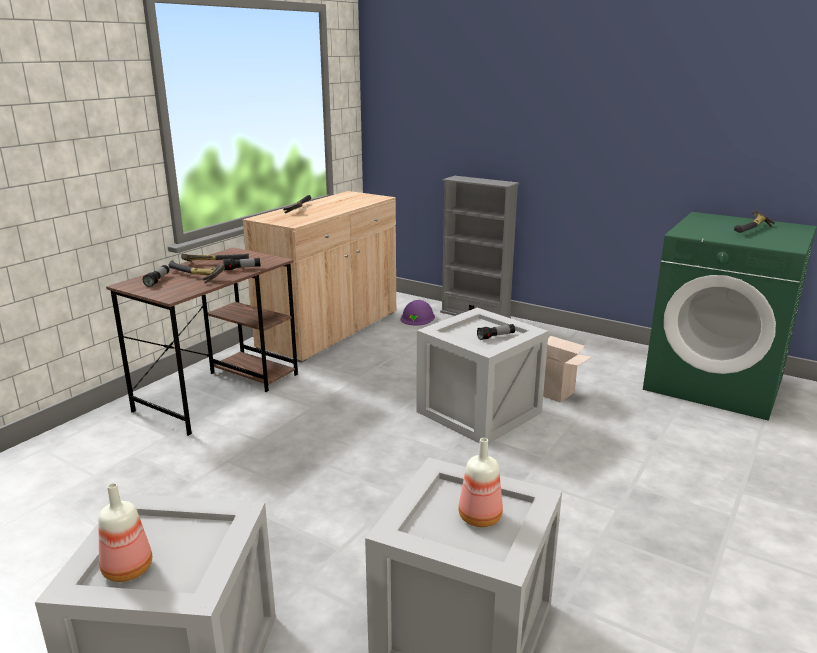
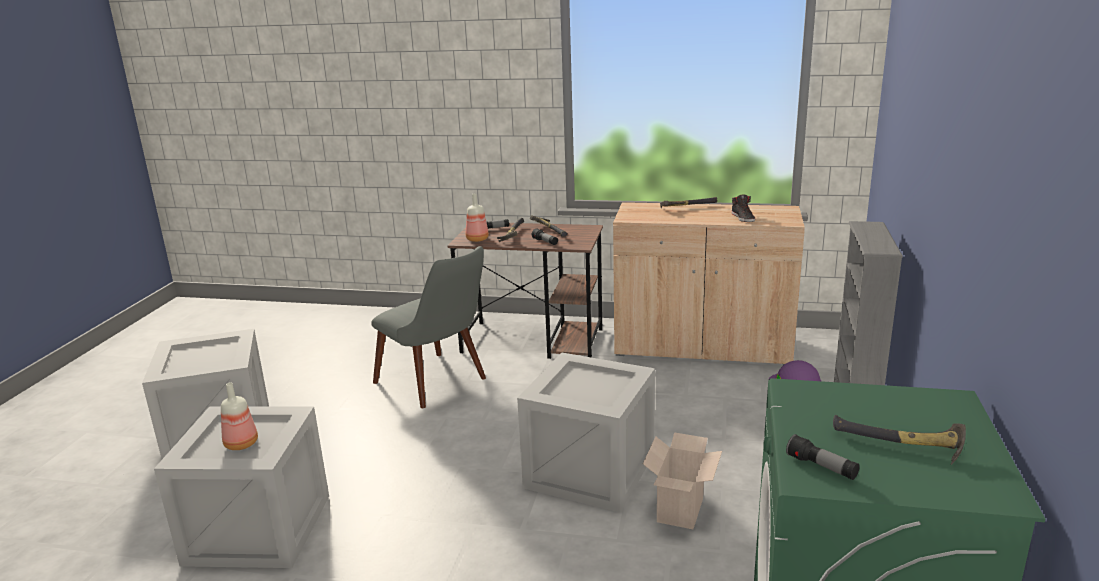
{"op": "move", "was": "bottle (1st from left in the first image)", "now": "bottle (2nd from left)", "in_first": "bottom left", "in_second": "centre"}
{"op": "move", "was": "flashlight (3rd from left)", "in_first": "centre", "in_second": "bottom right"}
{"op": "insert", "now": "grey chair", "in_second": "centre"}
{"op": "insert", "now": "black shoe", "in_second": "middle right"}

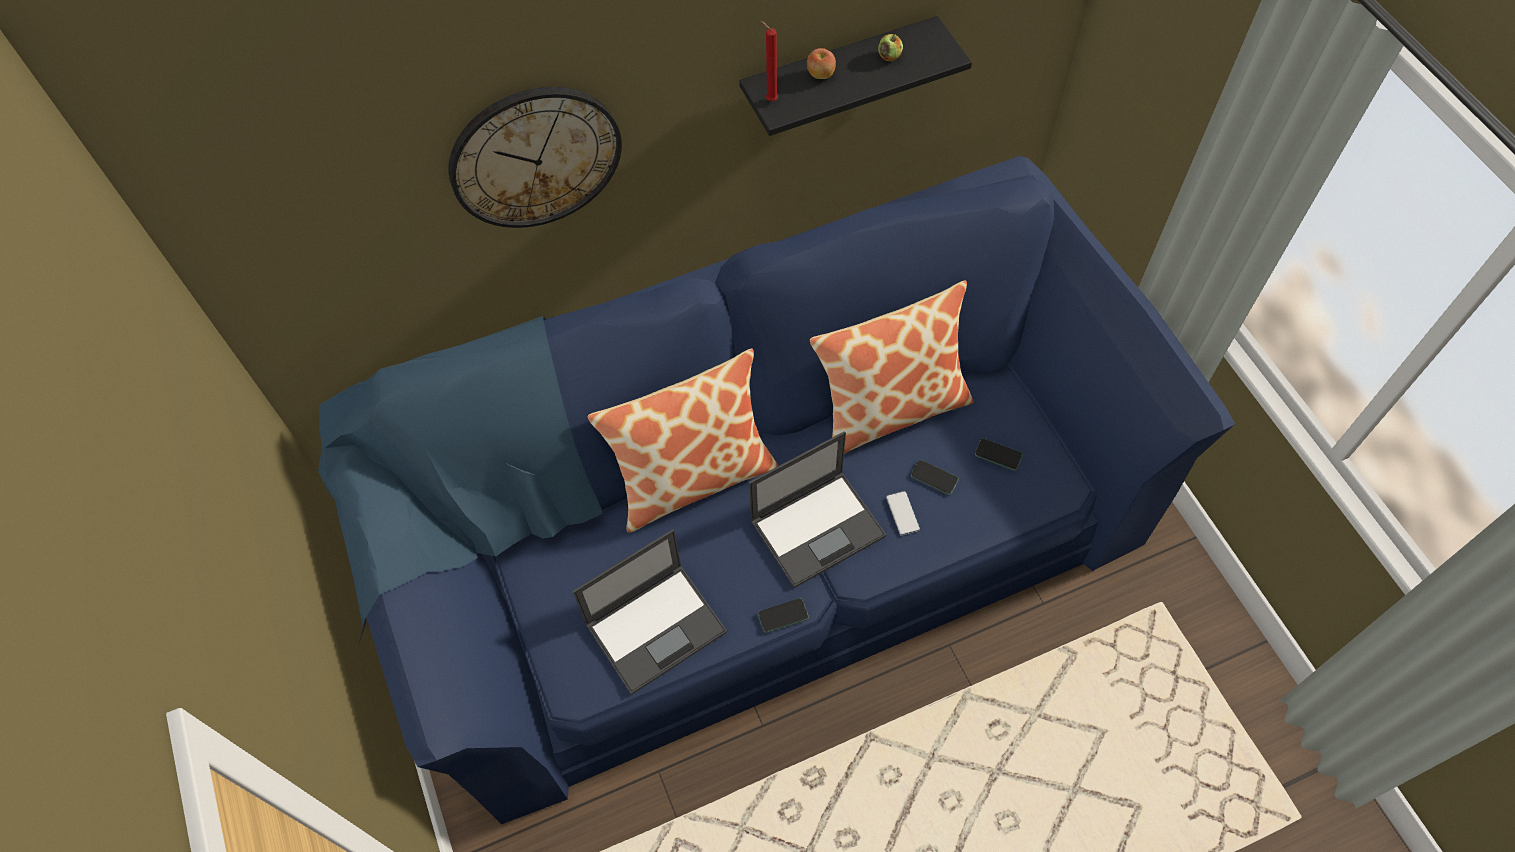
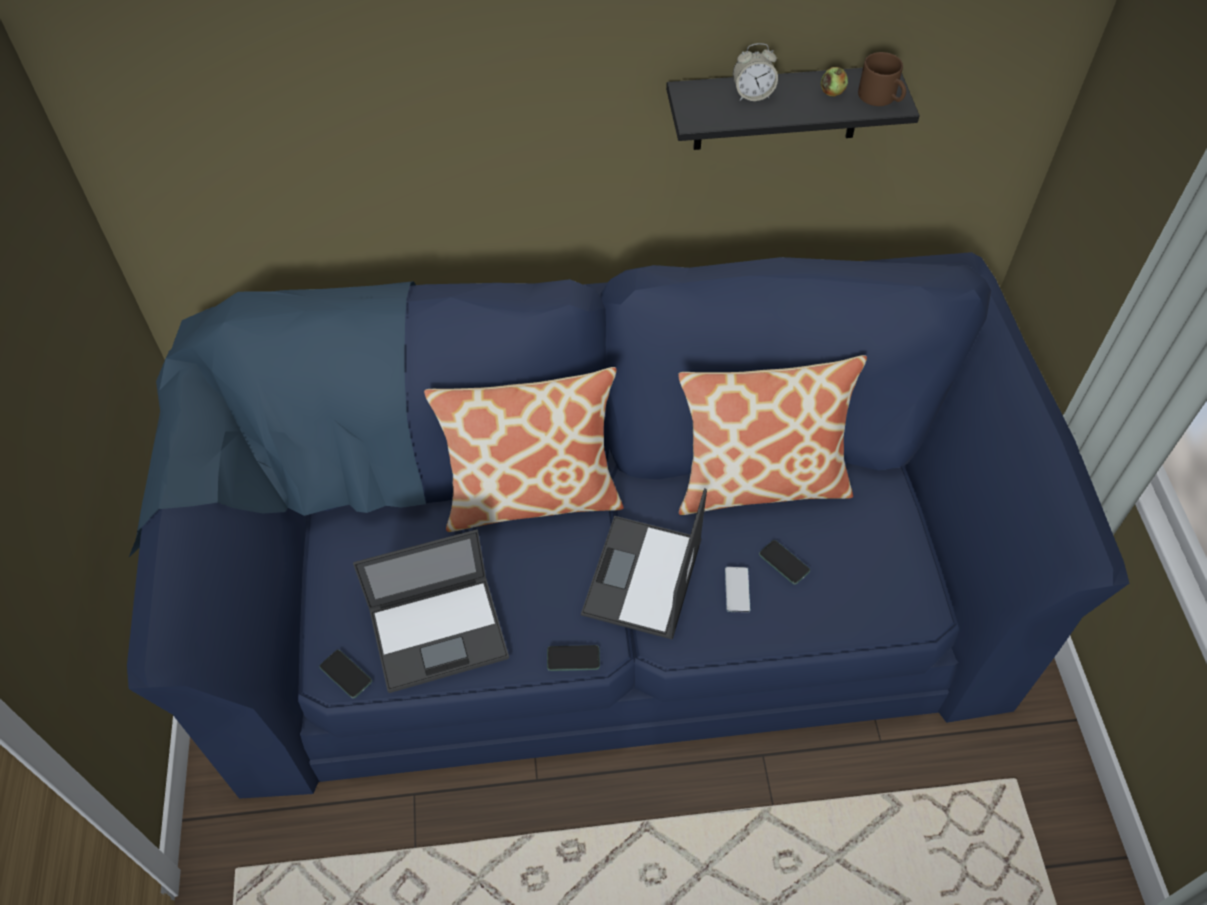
{"op": "delete", "was": "wall clock", "in_first": "top centre"}
{"op": "rotate", "was": "laptop (2nd from left)", "in_first": "centre", "in_second": "centre", "clockwise": 120}
{"op": "delete", "was": "red candle", "in_first": "top centre"}
{"op": "replace", "was": "apple (1st from left)", "now": "alarm clock", "in_first": "top centre", "in_second": "top centre"}
{"op": "move", "was": "phone (4th from left in the first image)", "now": "phone (1st from left)", "in_first": "centre", "in_second": "bottom left"}
{"op": "insert", "now": "brown mug", "in_second": "top right"}

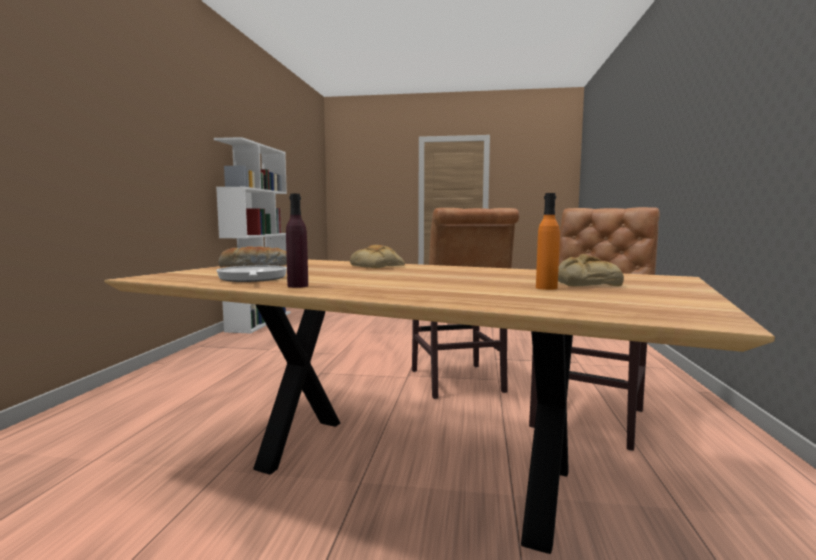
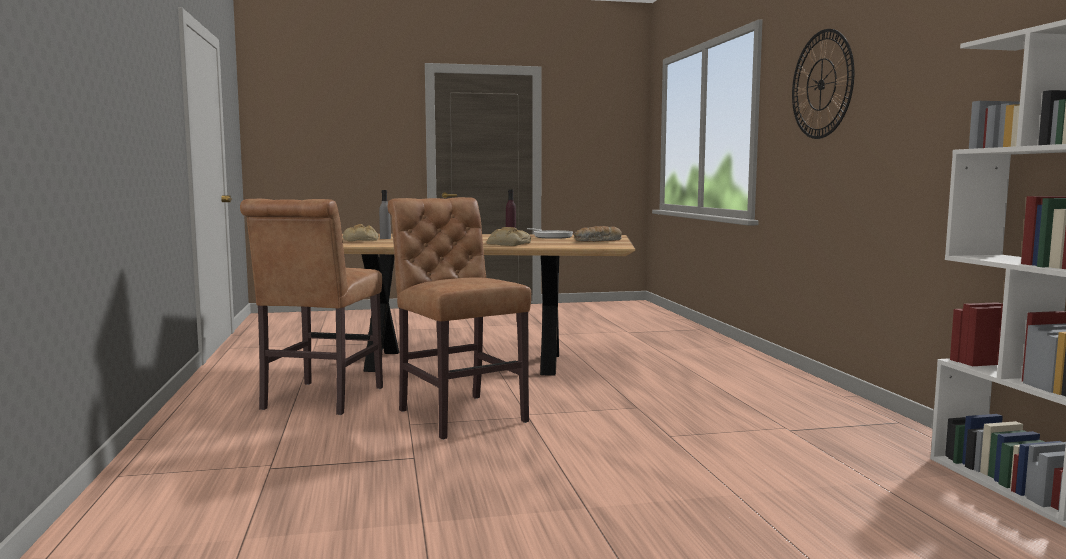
{"op": "recolor", "was": "orange bottle", "now": "grey bottle", "in_first": "middle right", "in_second": "centre"}
{"op": "insert", "now": "wall clock", "in_second": "top right"}

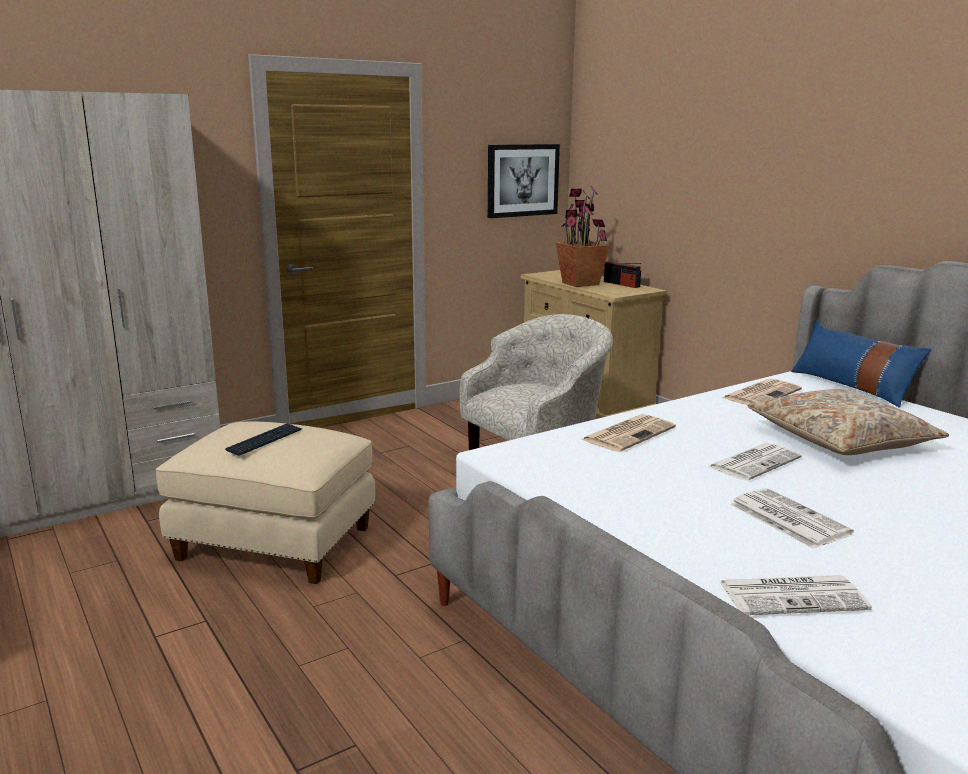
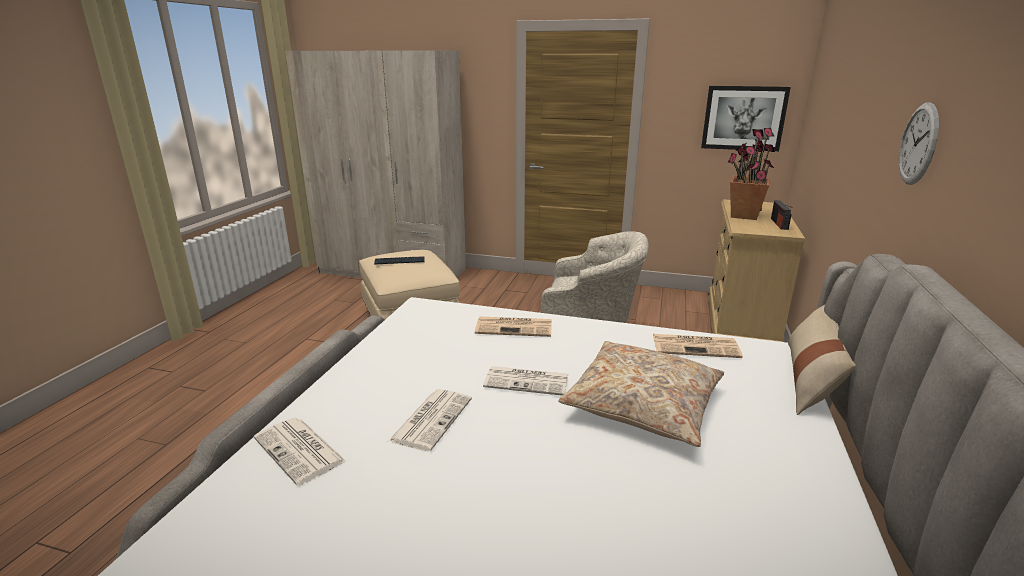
{"op": "recolor", "was": "blue pillow", "now": "beige pillow (2nd from left)", "in_first": "middle right", "in_second": "middle right"}
{"op": "insert", "now": "wall clock", "in_second": "top right"}

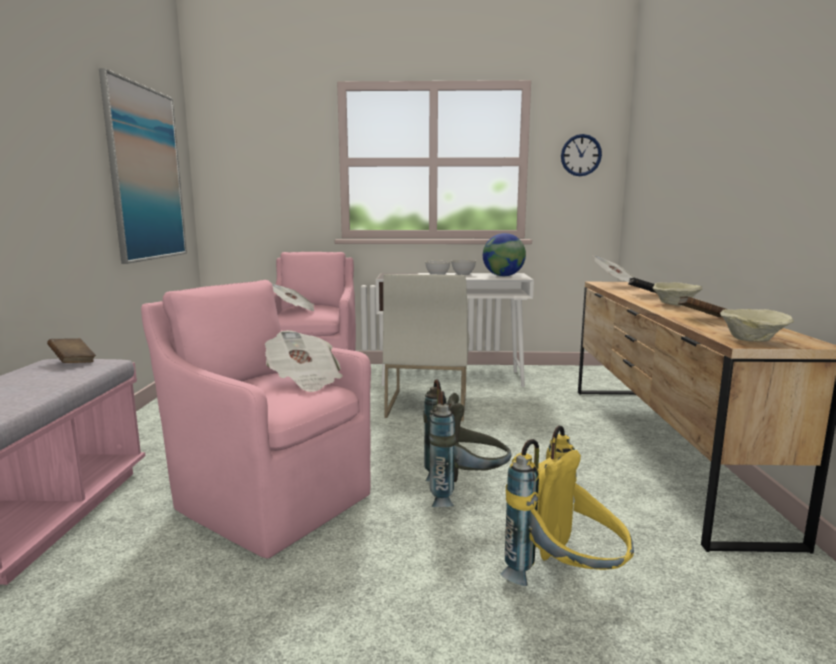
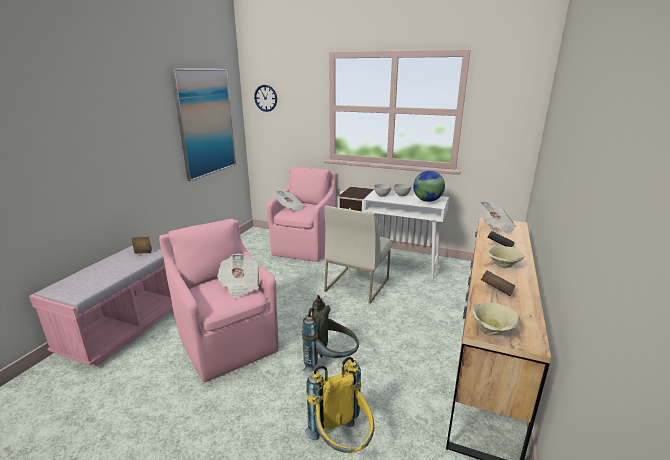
{"op": "move", "was": "wall clock", "in_first": "top right", "in_second": "top centre"}

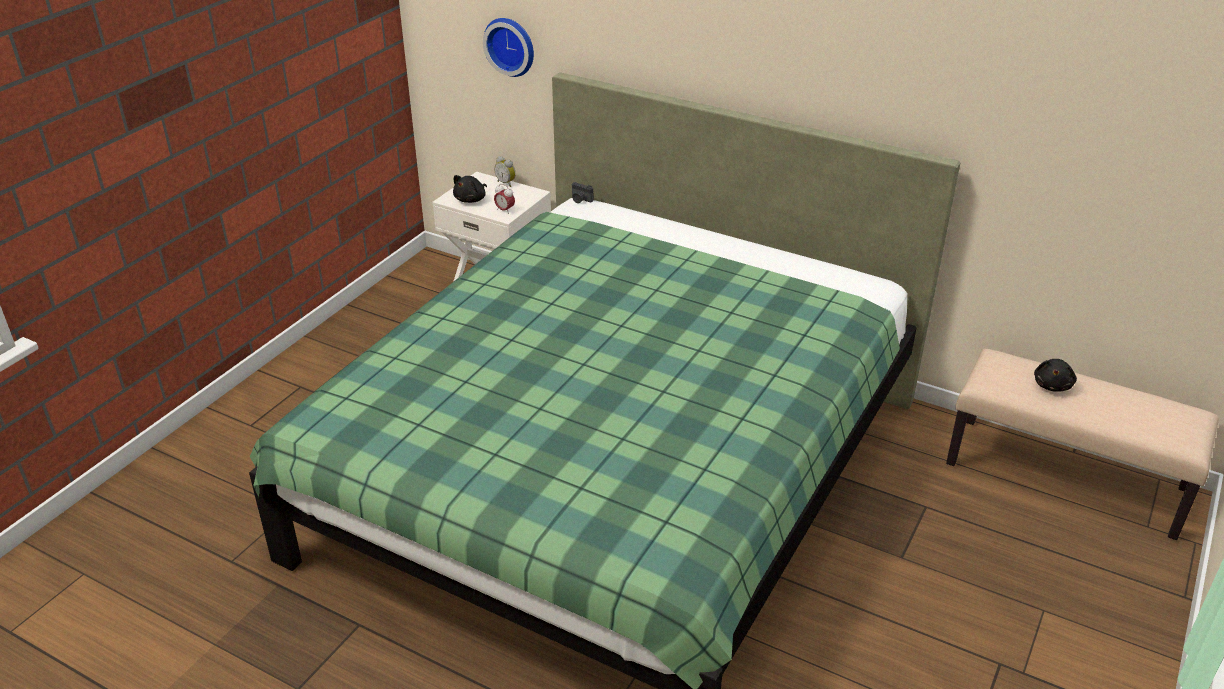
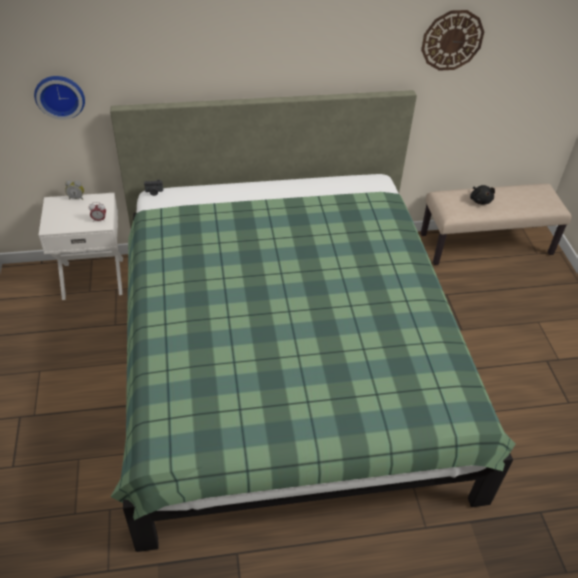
{"op": "delete", "was": "black plush toy (1st from left)", "in_first": "top centre"}
{"op": "insert", "now": "wall clock (2nd from left)", "in_second": "top right"}

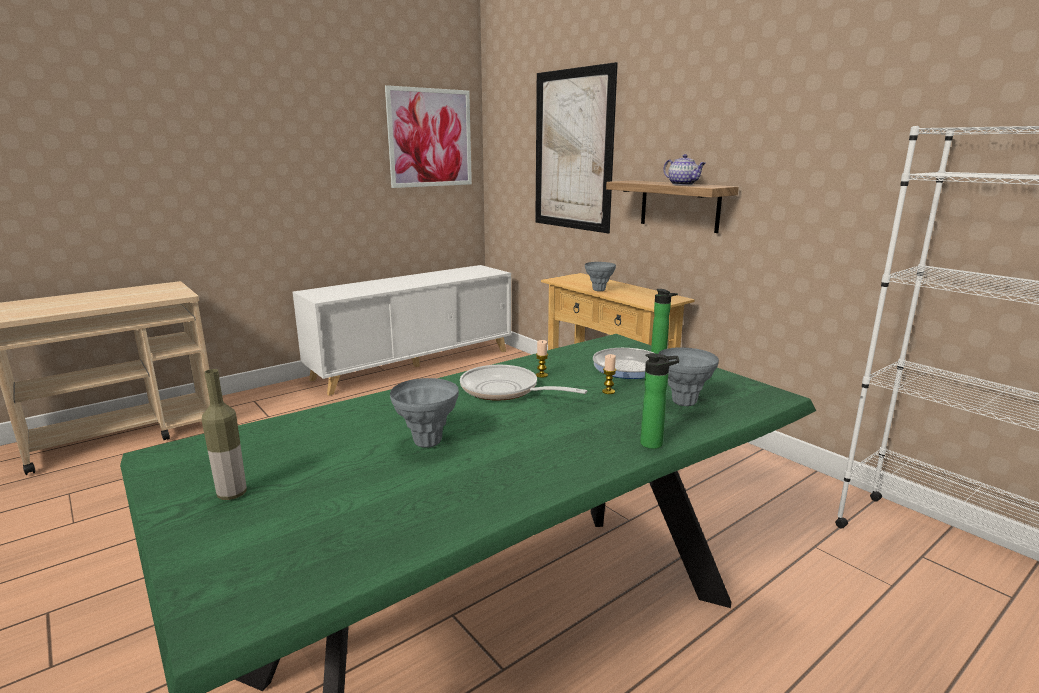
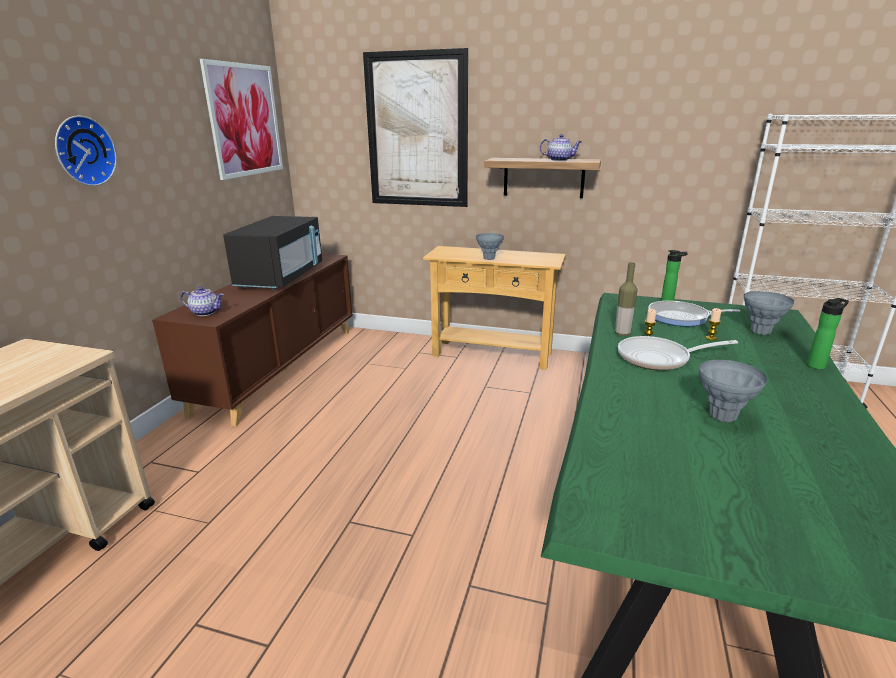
{"op": "move", "was": "bottle (1st from left)", "in_first": "middle left", "in_second": "middle right"}
{"op": "recolor", "was": "white cabinet", "now": "brown cabinet", "in_first": "centre", "in_second": "middle left"}
{"op": "insert", "now": "wall clock", "in_second": "top left"}
{"op": "insert", "now": "teapot (1st from left)", "in_second": "middle left"}
{"op": "insert", "now": "black microwave", "in_second": "middle left"}

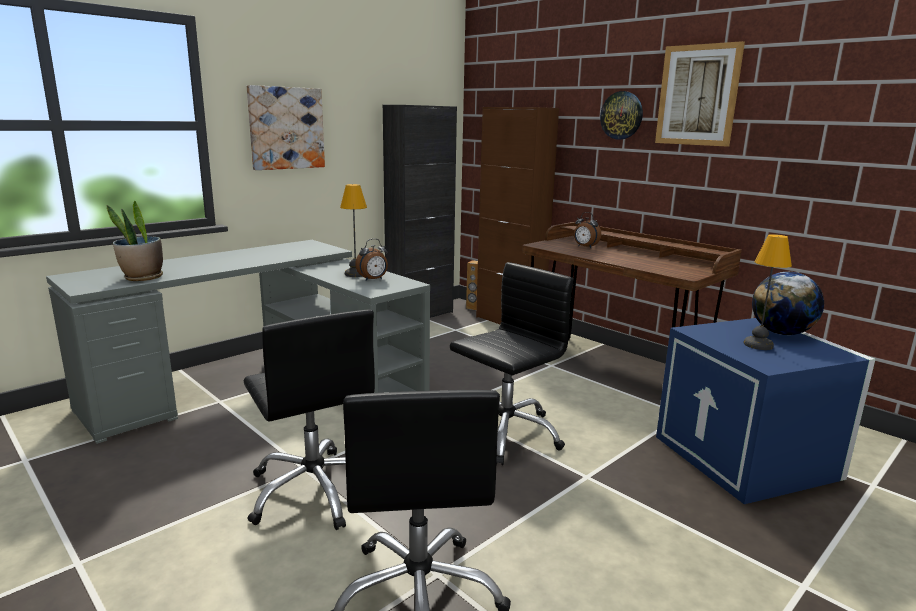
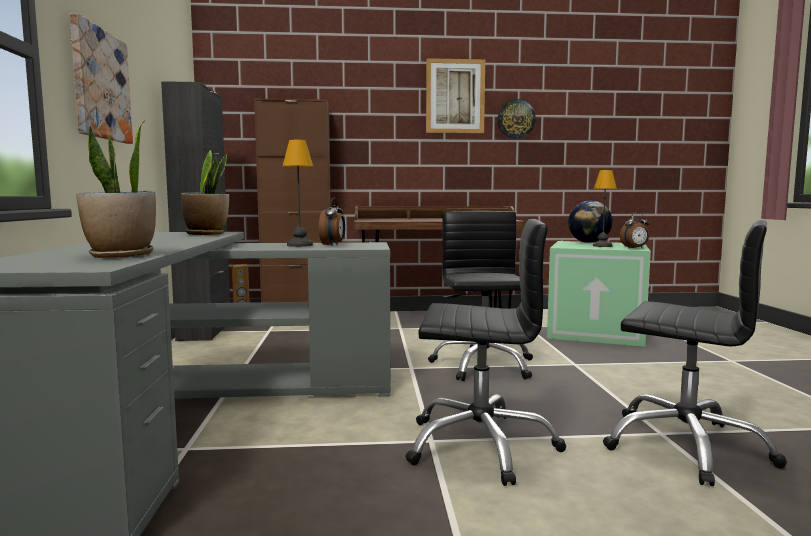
{"op": "move", "was": "alarm clock (2nd from left)", "in_first": "centre", "in_second": "middle right"}
{"op": "move", "was": "wall clock", "in_first": "top right", "in_second": "top centre"}
{"op": "recolor", "was": "blue storage box", "now": "green storage box", "in_first": "bottom right", "in_second": "middle right"}
{"op": "insert", "now": "potted plant (2nd from left)", "in_second": "middle left"}

